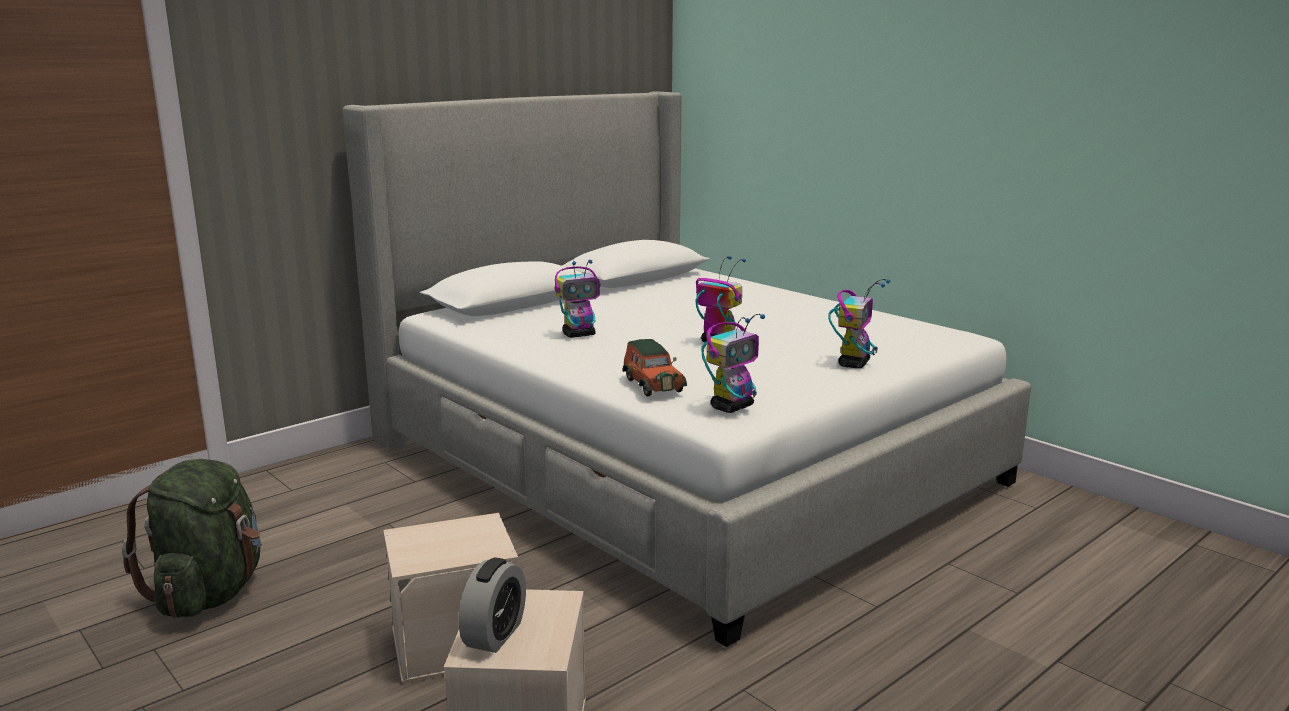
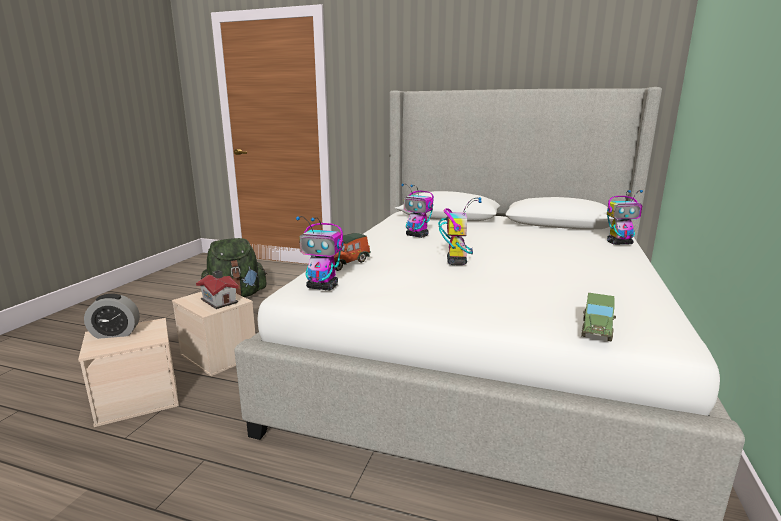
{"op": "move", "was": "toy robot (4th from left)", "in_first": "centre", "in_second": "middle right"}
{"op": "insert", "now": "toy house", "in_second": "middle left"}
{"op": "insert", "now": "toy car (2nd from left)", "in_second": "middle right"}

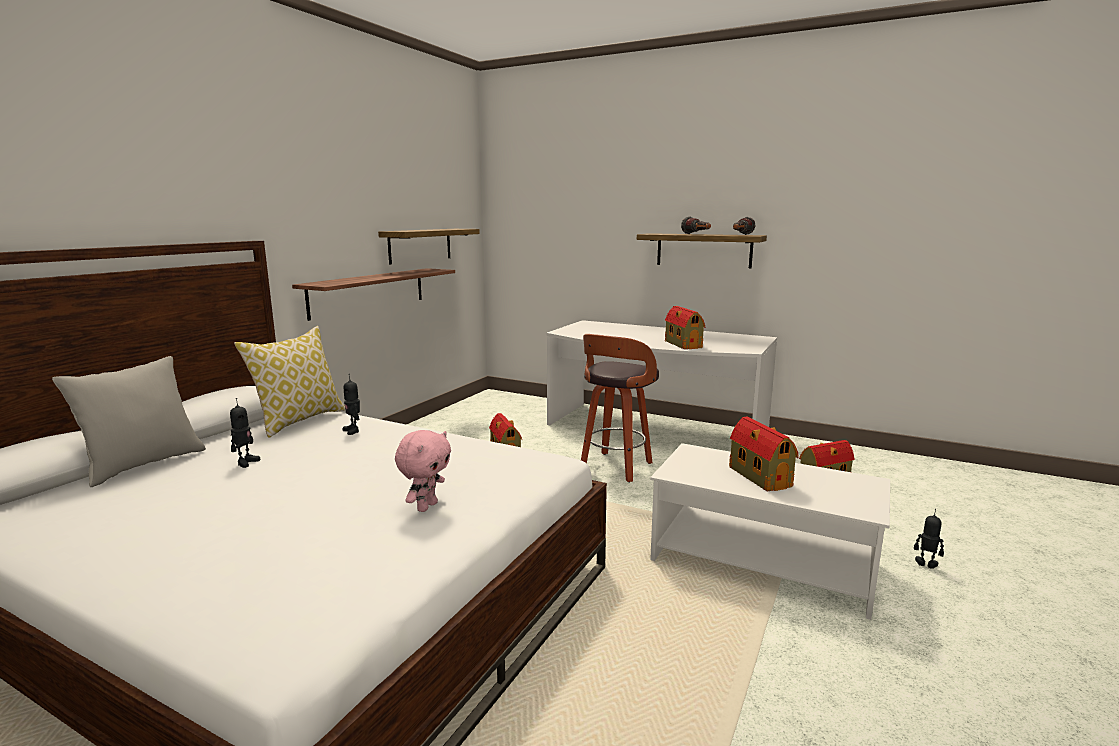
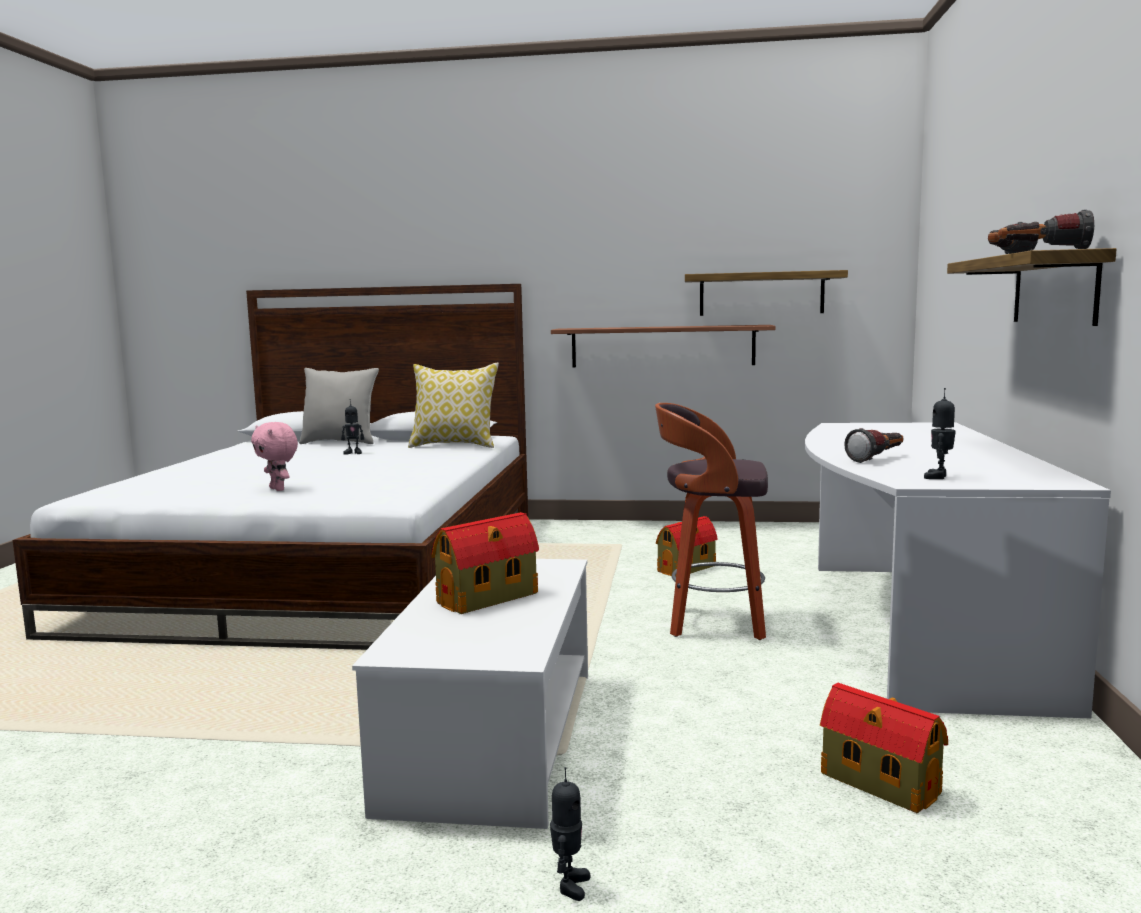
{"op": "move", "was": "toy robot (2nd from left in the first image)", "now": "toy robot (3rd from left)", "in_first": "middle left", "in_second": "middle right"}
{"op": "rotate", "was": "pink plush toy", "in_first": "centre", "in_second": "middle left", "clockwise": 45}
{"op": "replace", "was": "toy house (2nd from left)", "now": "flashlight (1st from left)", "in_first": "centre", "in_second": "middle right"}

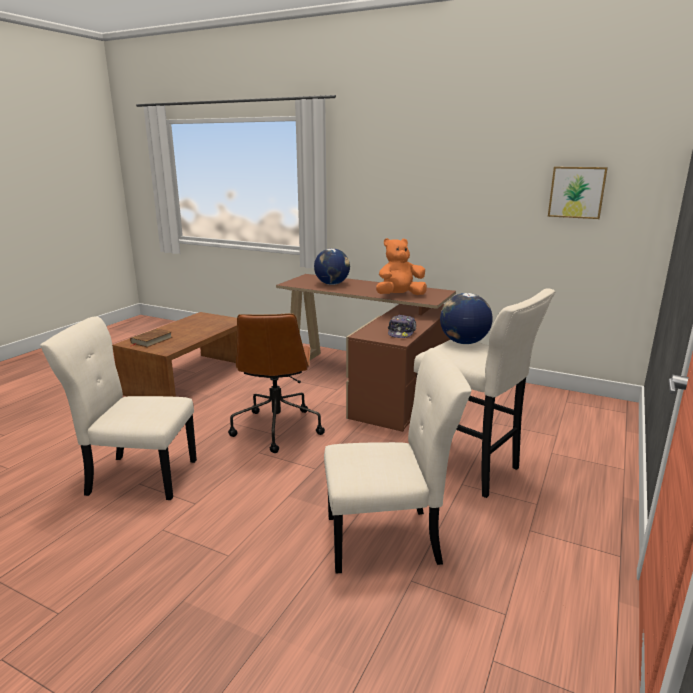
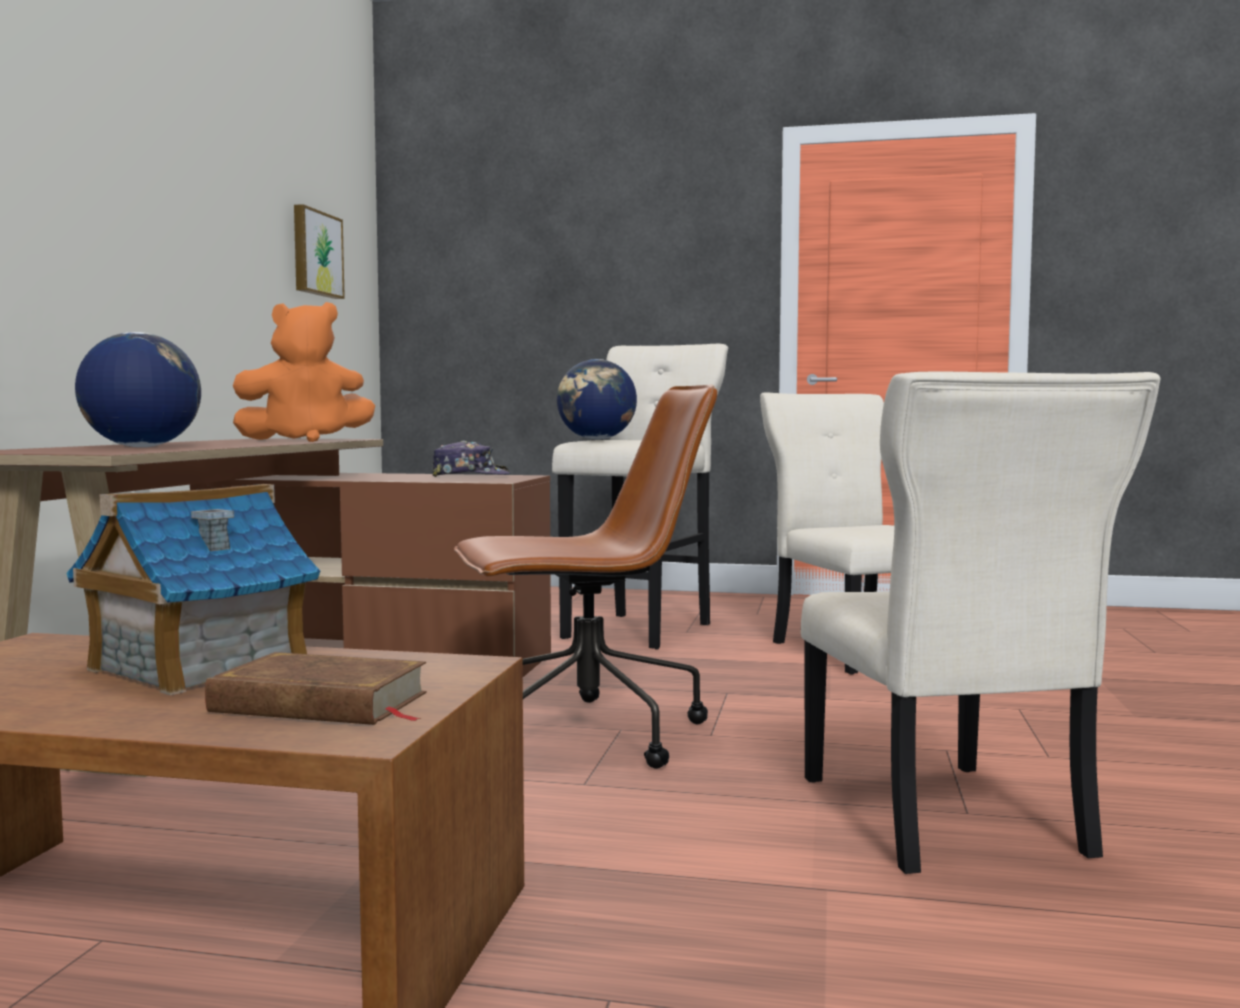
{"op": "rotate", "was": "orange plush toy", "in_first": "centre", "in_second": "middle left", "clockwise": -75}
{"op": "insert", "now": "toy house", "in_second": "middle left"}

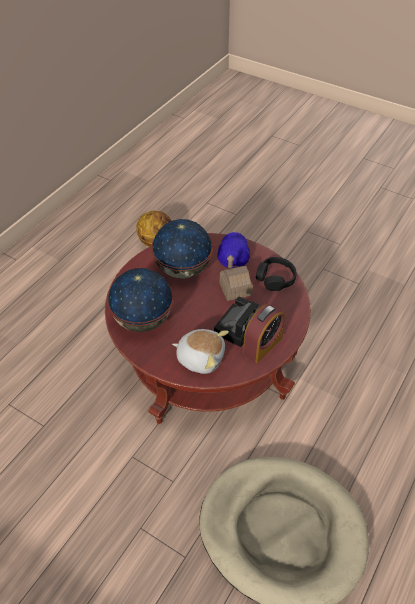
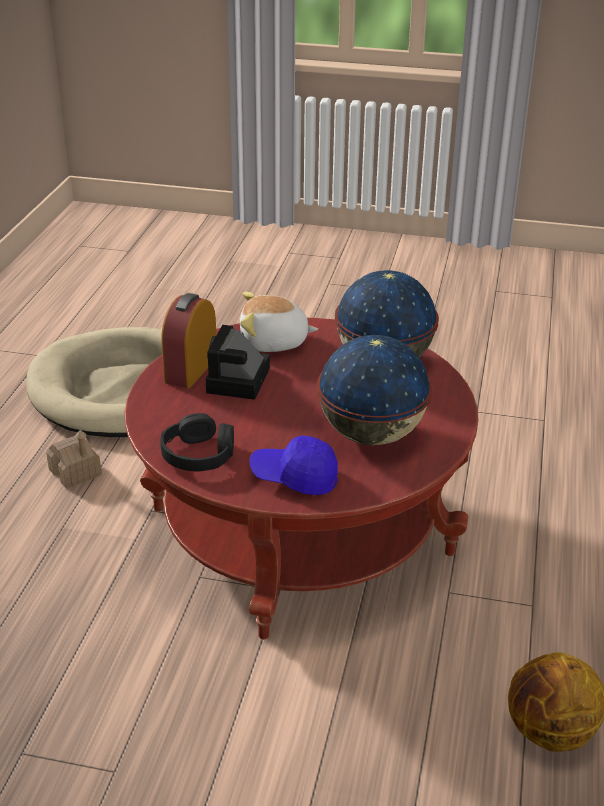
{"op": "rotate", "was": "blue cap", "in_first": "centre", "in_second": "centre", "clockwise": 120}
{"op": "move", "was": "toy house", "in_first": "centre", "in_second": "middle left"}

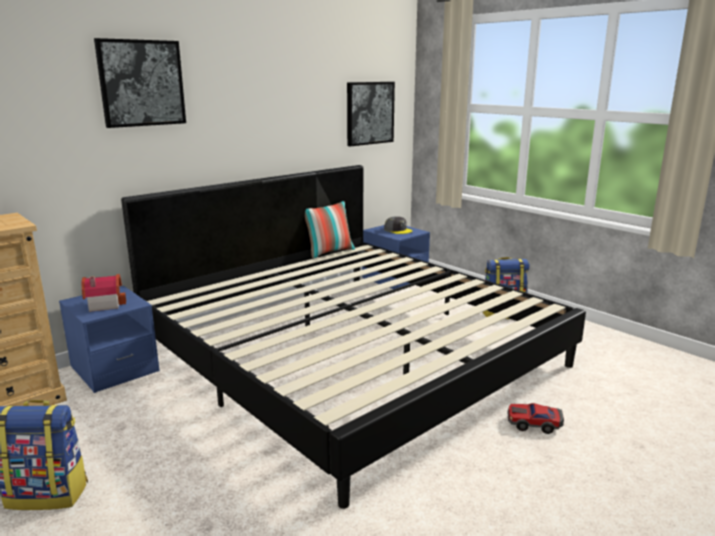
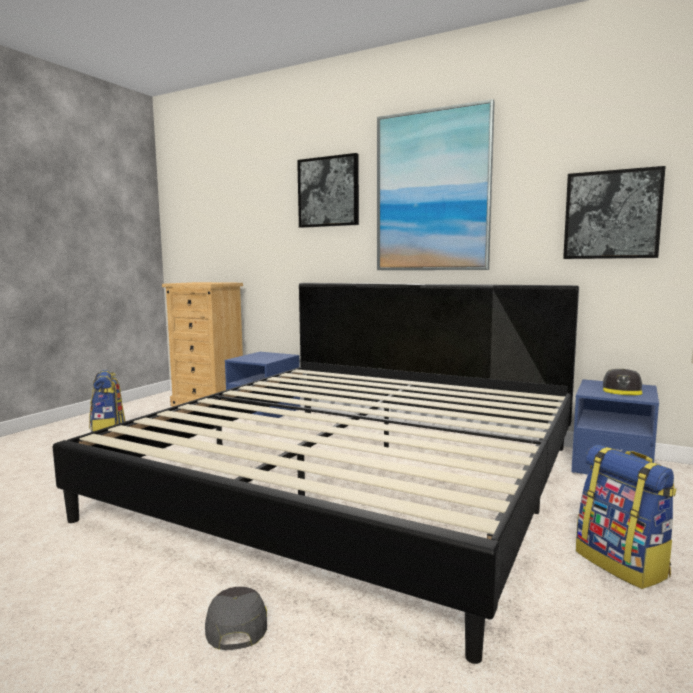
{"op": "delete", "was": "toy house", "in_first": "middle left"}
{"op": "delete", "was": "pillow", "in_first": "centre"}
{"op": "replace", "was": "toy car", "now": "grey cap (1st from left)", "in_first": "bottom right", "in_second": "bottom centre"}
{"op": "insert", "now": "picture (2nd from left)", "in_second": "top centre"}

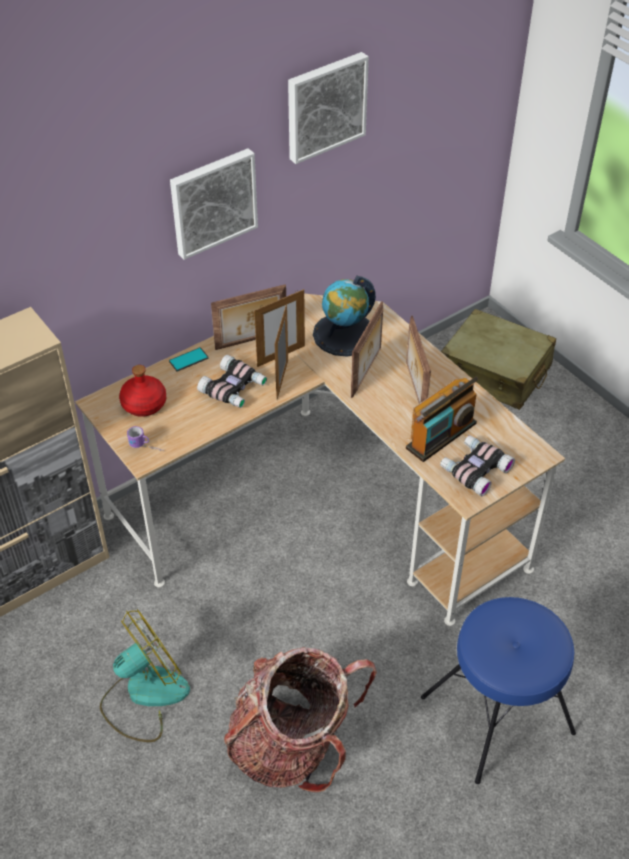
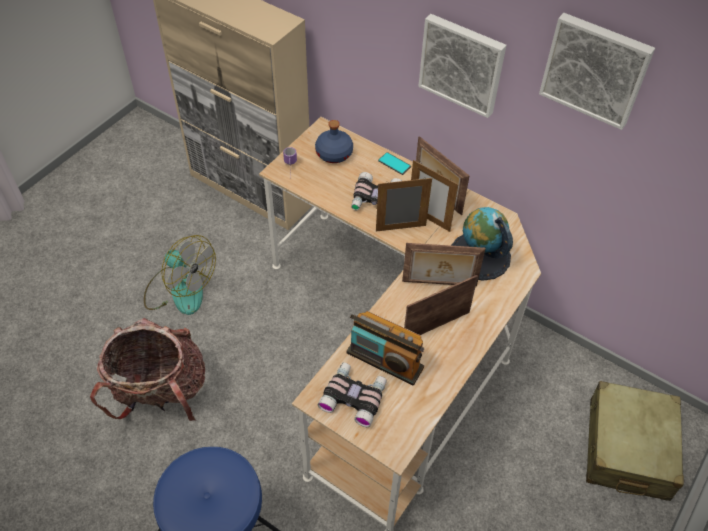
{"op": "recolor", "was": "red bottle", "now": "blue bottle", "in_first": "middle left", "in_second": "top centre"}

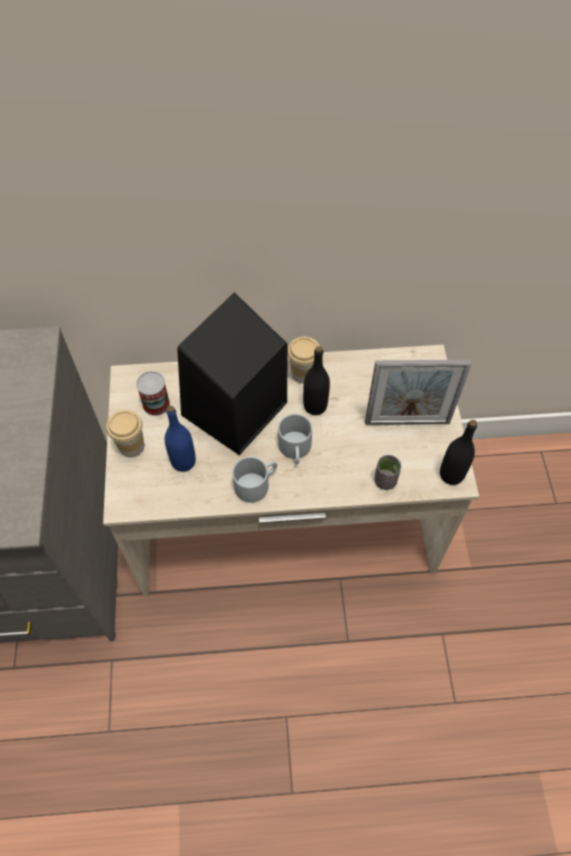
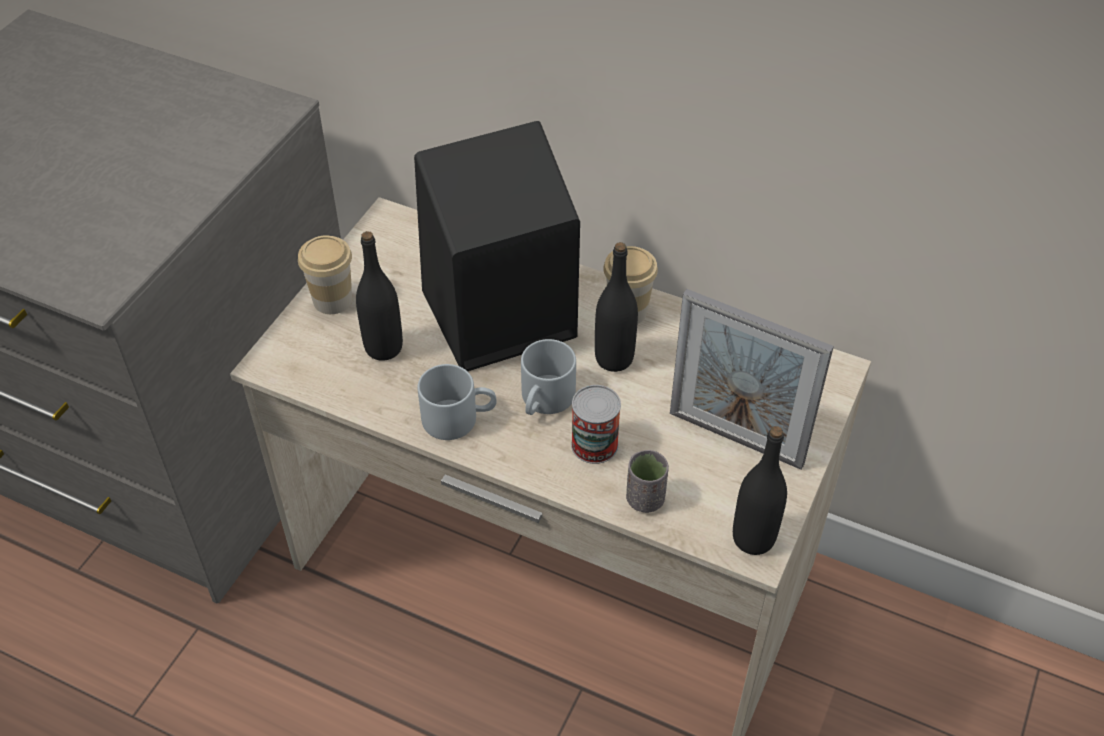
{"op": "move", "was": "can", "in_first": "middle left", "in_second": "centre"}
{"op": "recolor", "was": "blue bottle", "now": "black bottle (1st from left)", "in_first": "middle left", "in_second": "centre"}

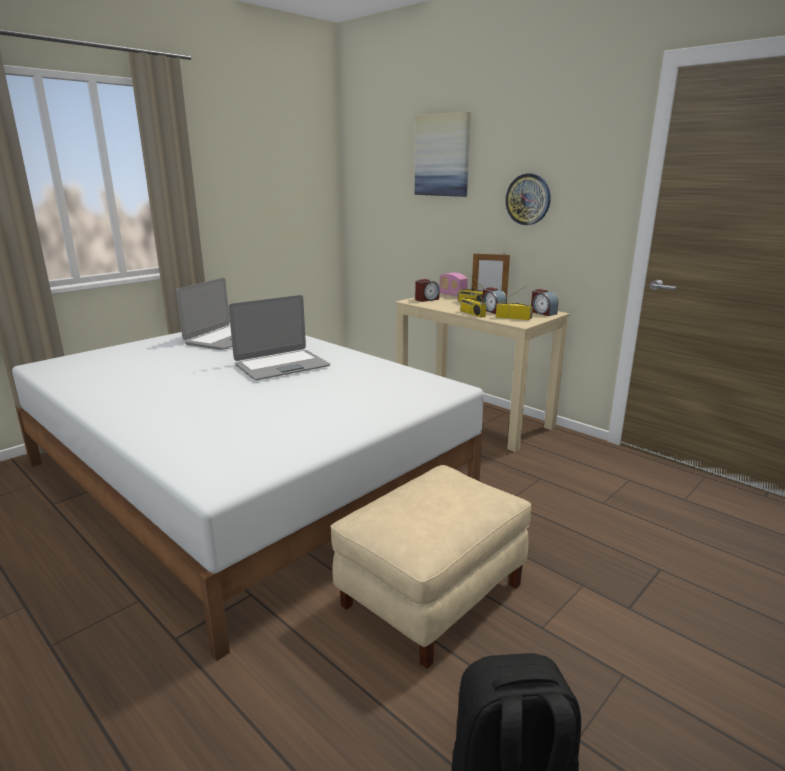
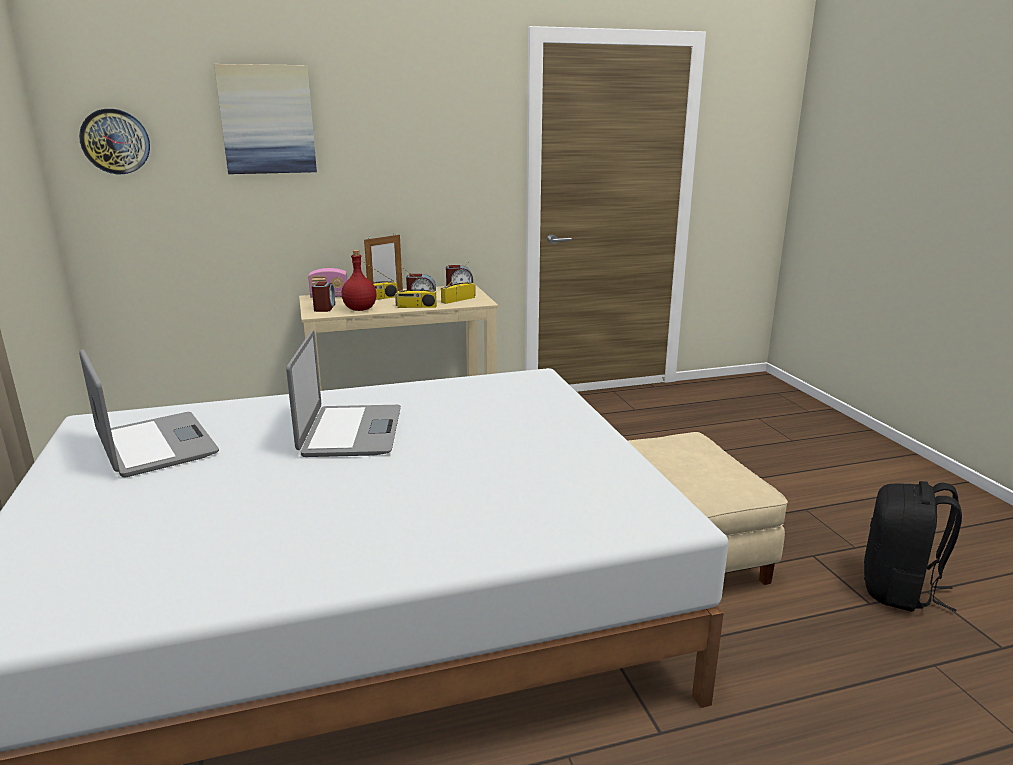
{"op": "move", "was": "wall clock", "in_first": "top right", "in_second": "top left"}
{"op": "insert", "now": "red bottle", "in_second": "centre"}

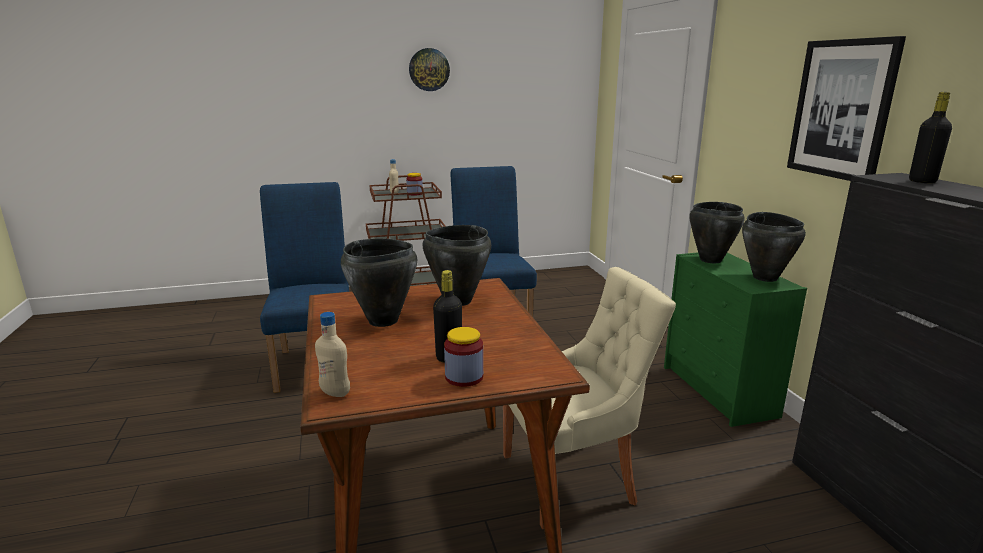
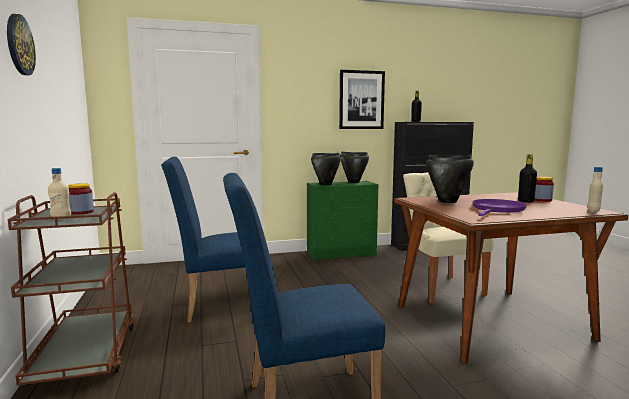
{"op": "replace", "was": "black cooking pot (1st from left)", "now": "purple frying pan", "in_first": "centre", "in_second": "middle right"}

